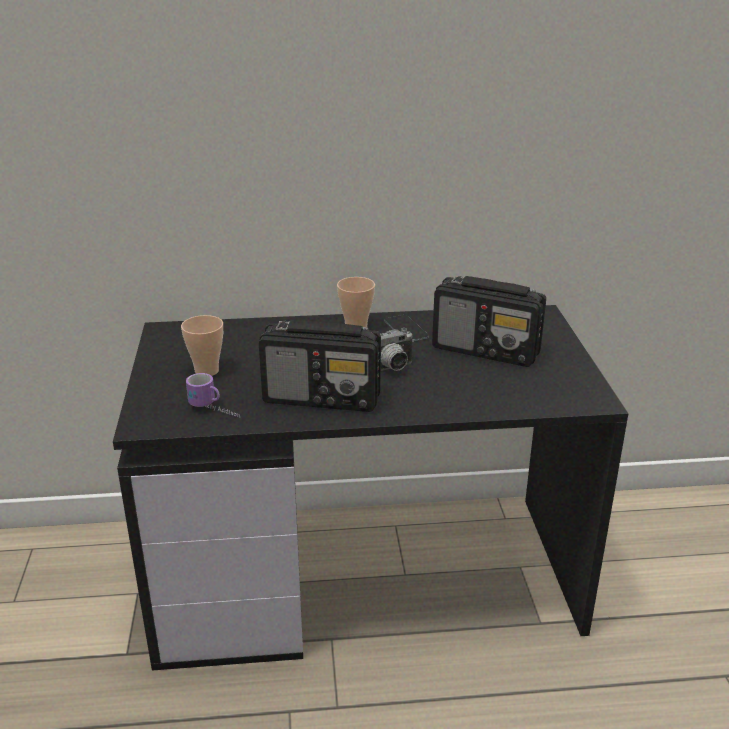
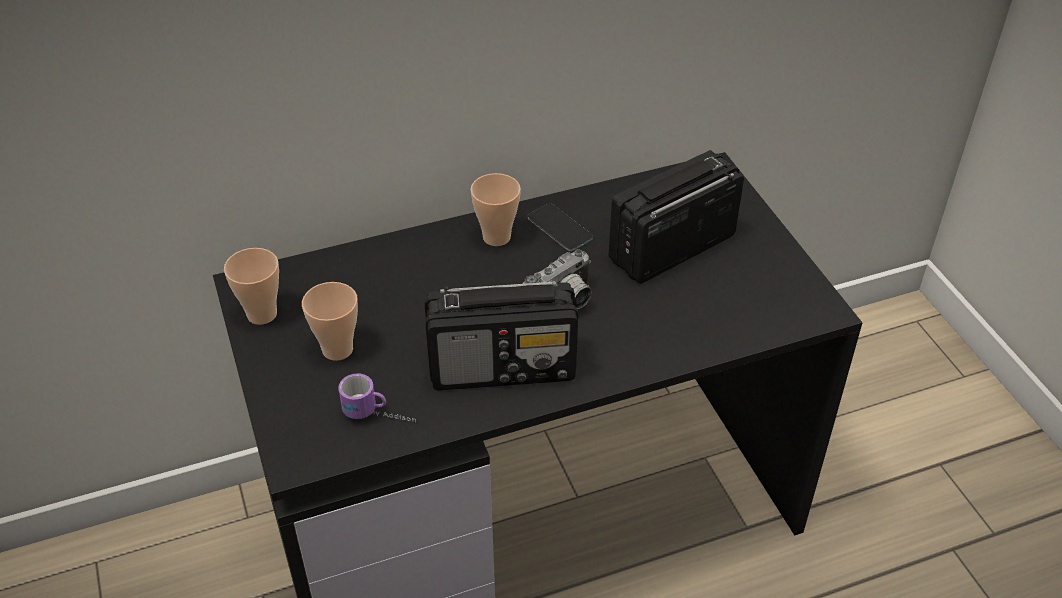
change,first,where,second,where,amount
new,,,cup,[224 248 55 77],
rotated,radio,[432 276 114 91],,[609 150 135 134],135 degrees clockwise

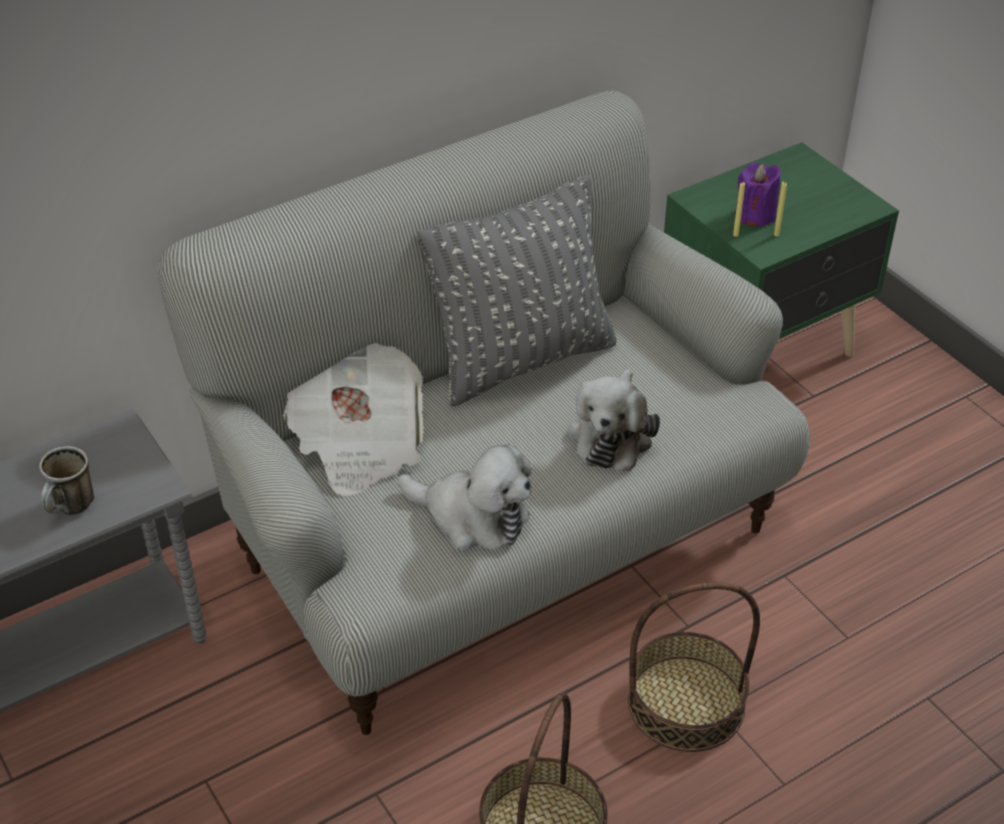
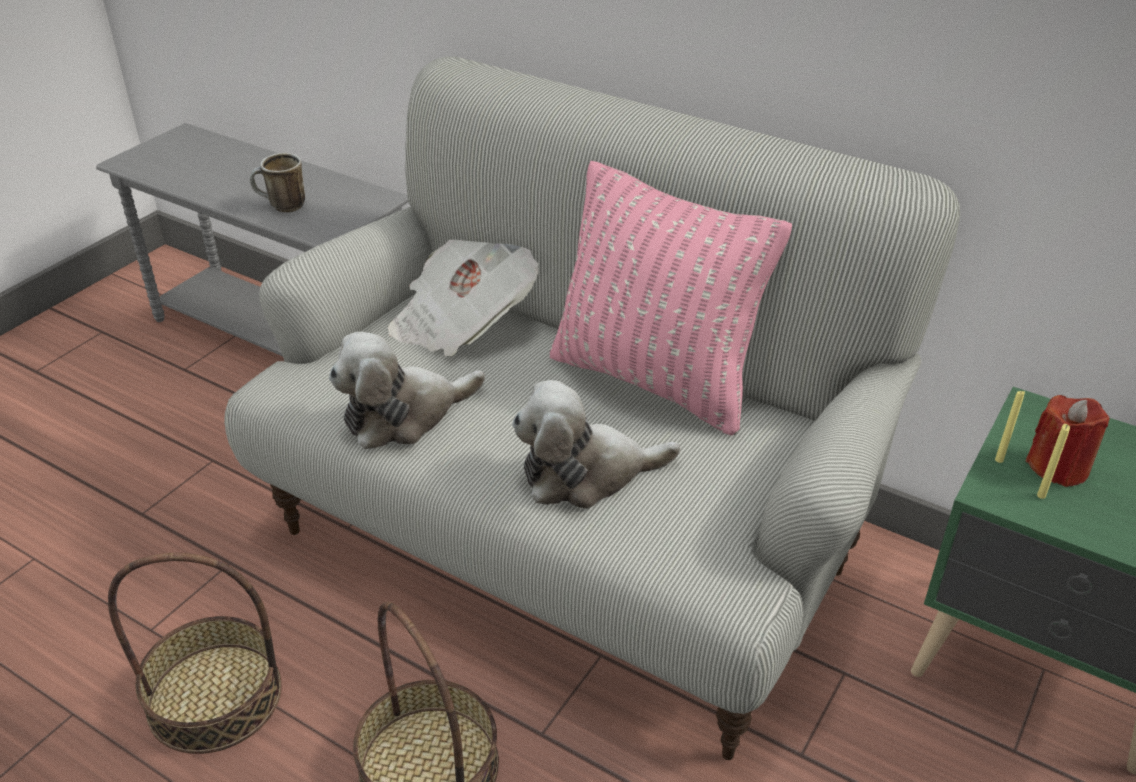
change,first,where,second,where,amount
repainted,pillow (grey),[417 175 200 232],pillow (pink),[550 161 242 274],
repainted,candle (purple),[735 163 46 64],candle (red),[1026 395 84 92],
rotated,plush toy,[398 444 134 107],,[329 332 156 117],60 degrees clockwise

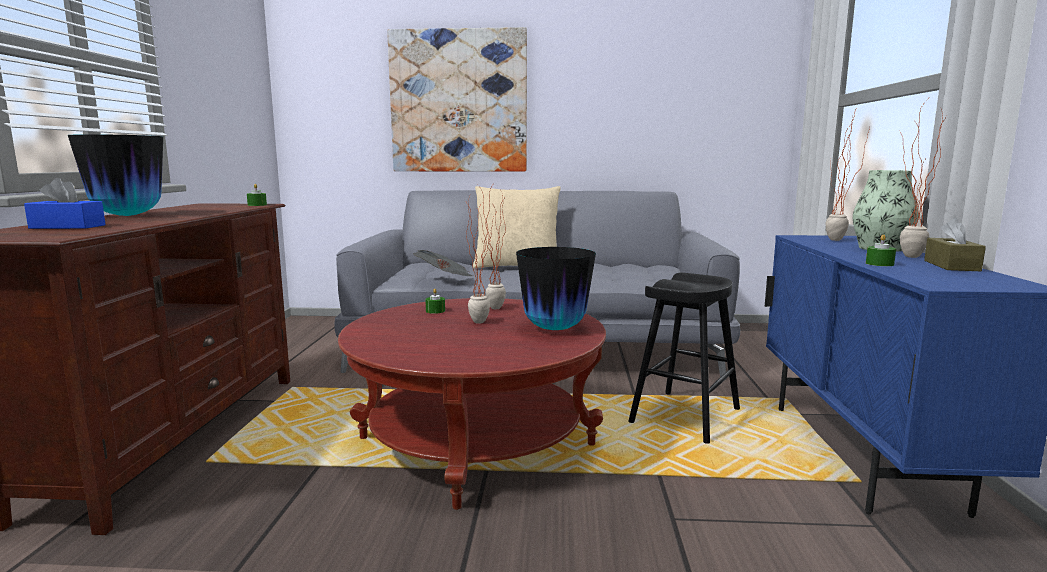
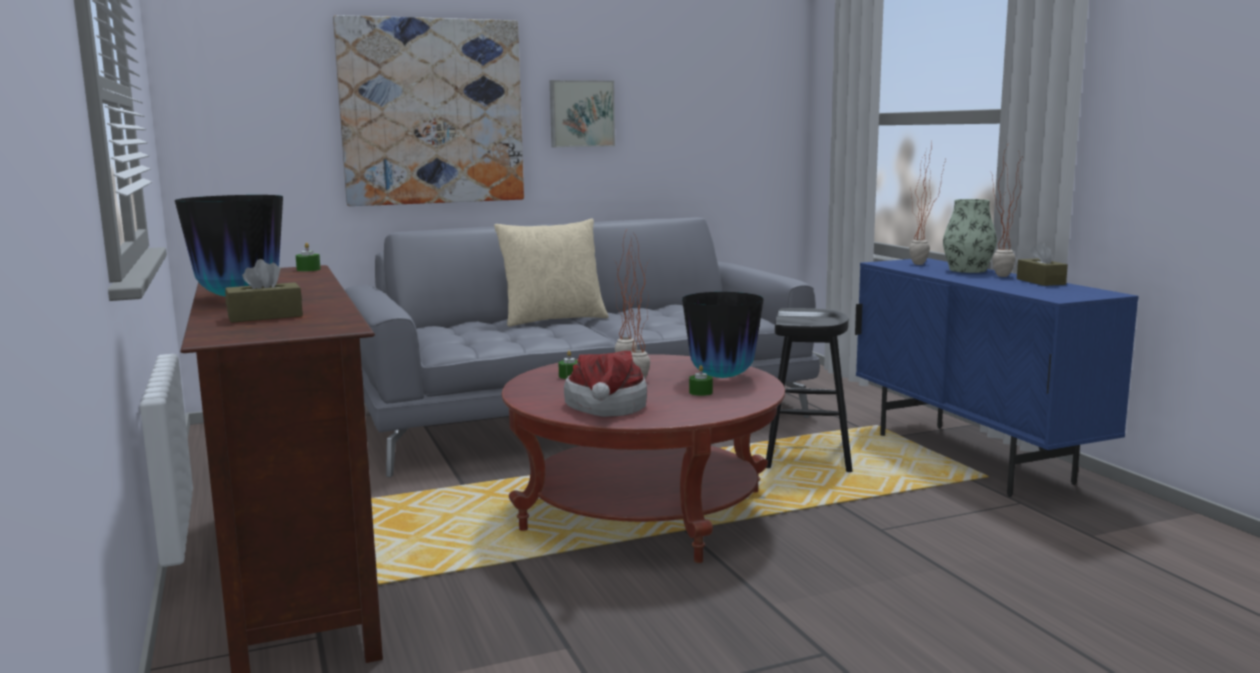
change,first,where,second,where,amount
gone,newspaper,[413 250 60 26],,,
new,,,picture,[550 80 65 68],
new,,,hat,[564 351 83 66],
shifted,candle (green),[866 234 30 32],,[689 365 24 31],
repainted,tissue box (blue),[24 178 82 51],tissue box (brown),[225 259 78 64],

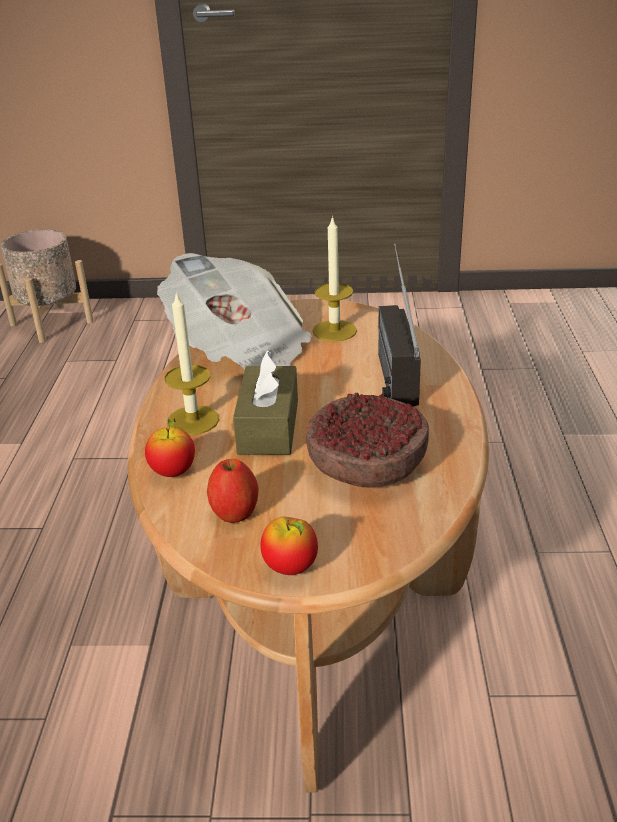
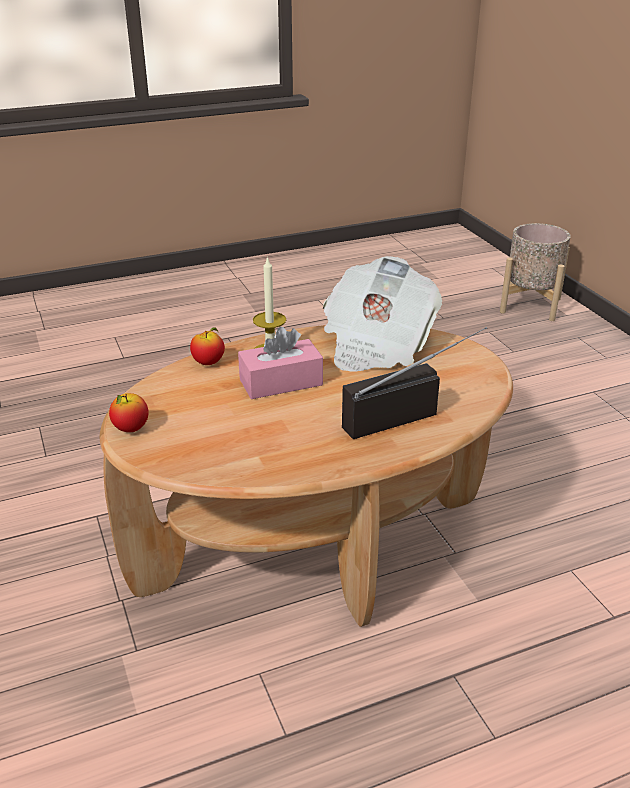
change,first,where,second,where,amount
gone,apple,[207 459 52 64],,,
gone,bowl,[306 393 123 94],,,
gone,candle,[313 216 44 126],,,
repainted,tissue box (brown),[233 350 65 105],tissue box (pink),[238 327 85 72],

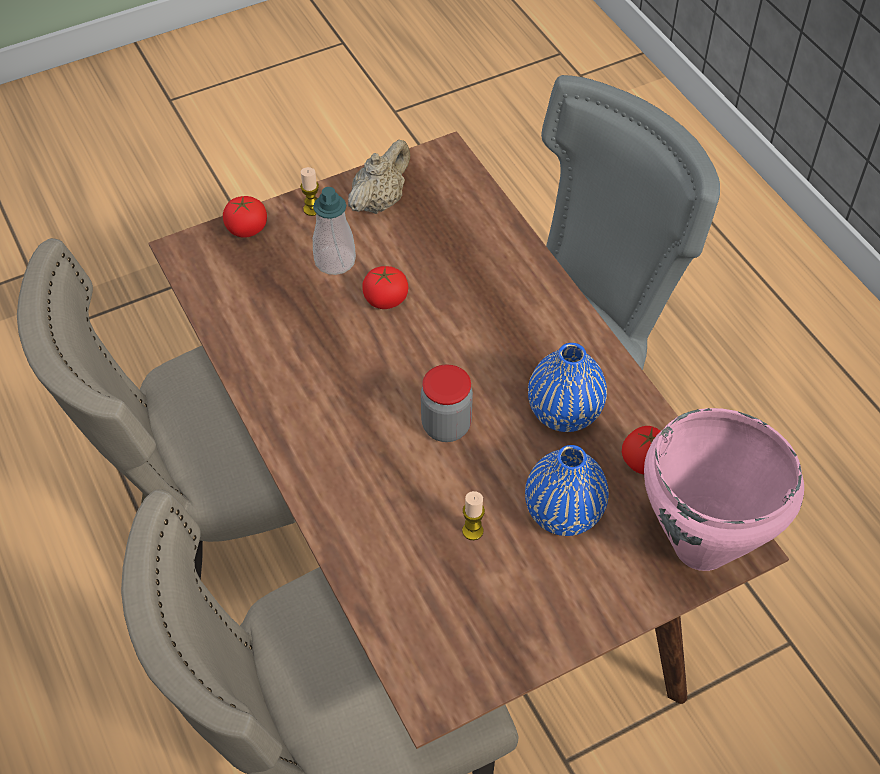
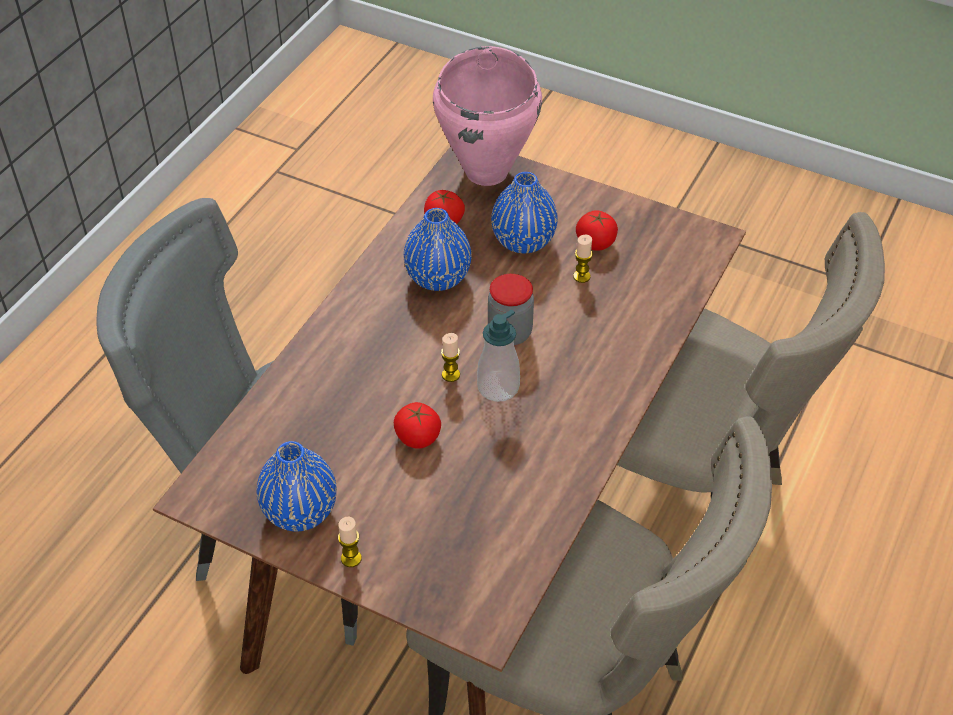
change,first,where,second,where,amount
new,,,candle,[441 333 19 49],
shifted,tomato,[223 196 44 42],,[576 210 42 41],
shifted,soap dispenser,[313 187 43 88],,[477 309 43 93],
swapped,teapot (beige),[348 140 62 74],vase (blue),[257 441 80 90],

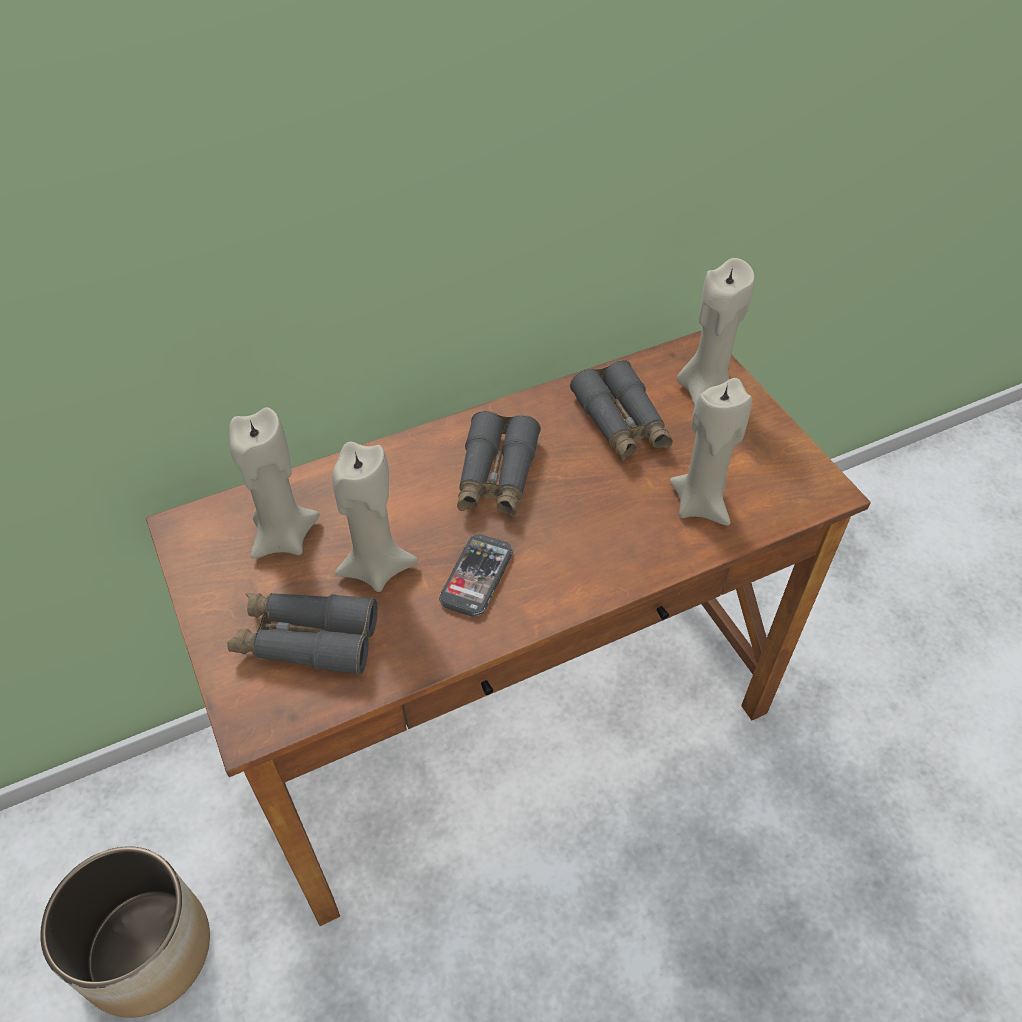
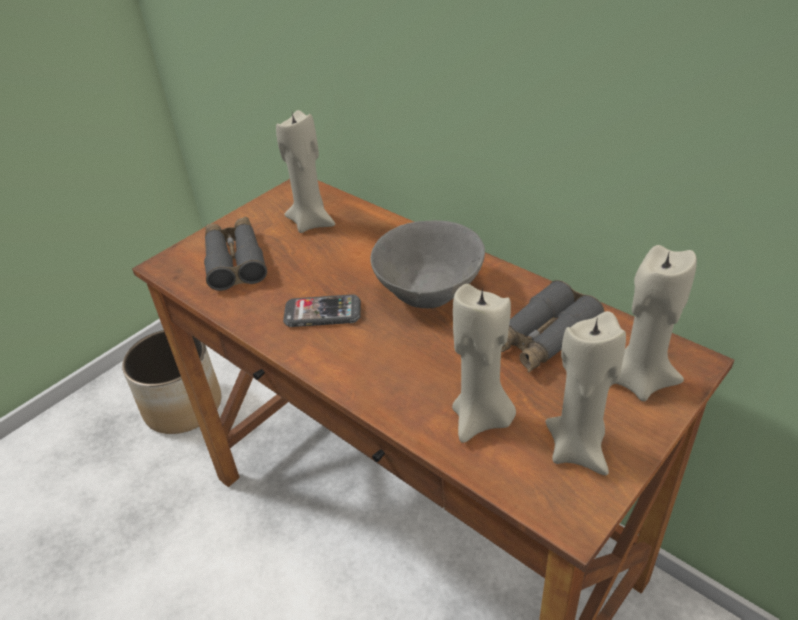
change,first,where,second,where,amount
shifted,candle (beige),[332 442 86 150],,[545 311 81 164],
swapped,binoculars (grey),[457 411 84 106],bowl (grey),[371 220 114 88],

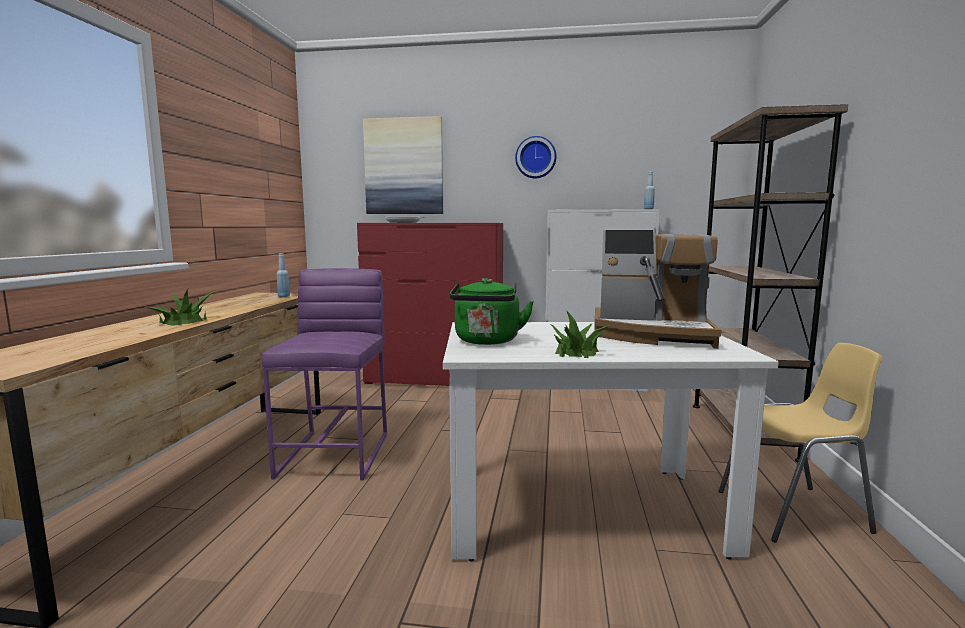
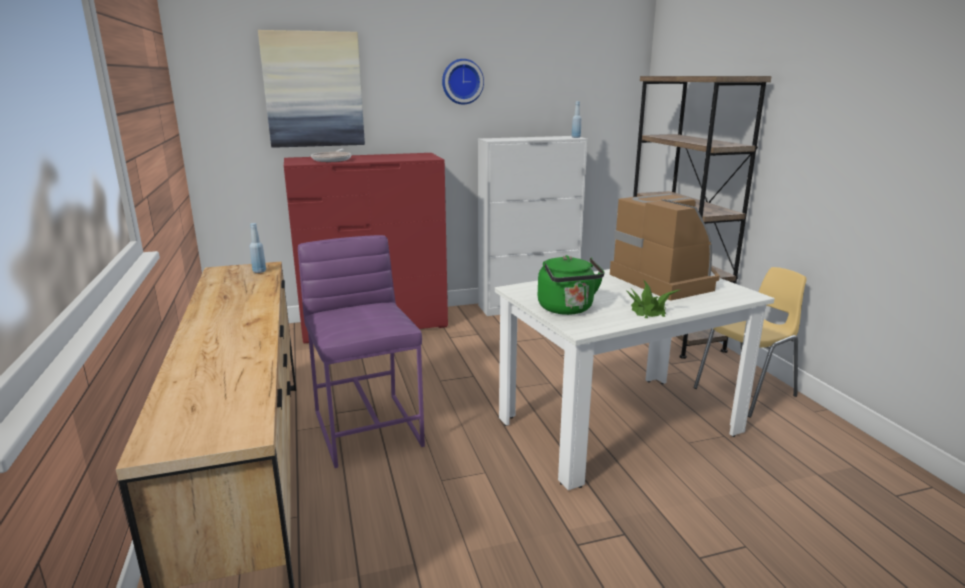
change,first,where,second,where,amount
gone,potted plant,[144 289 69 37],,,
rotated,coffee machine,[594 230 127 119],,[610 193 110 108],105 degrees counterclockwise

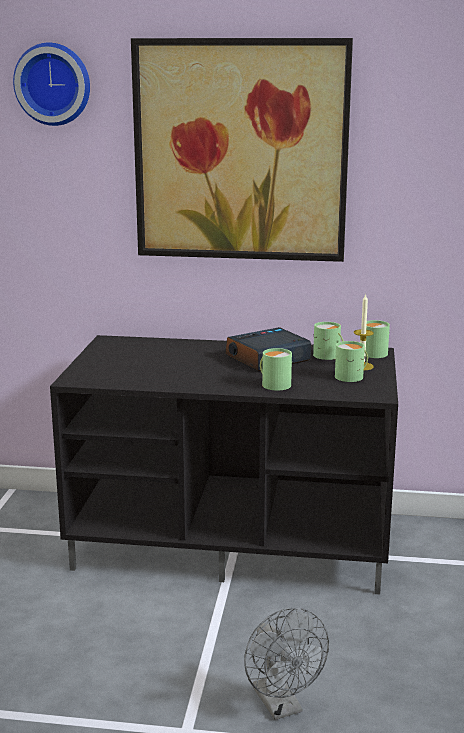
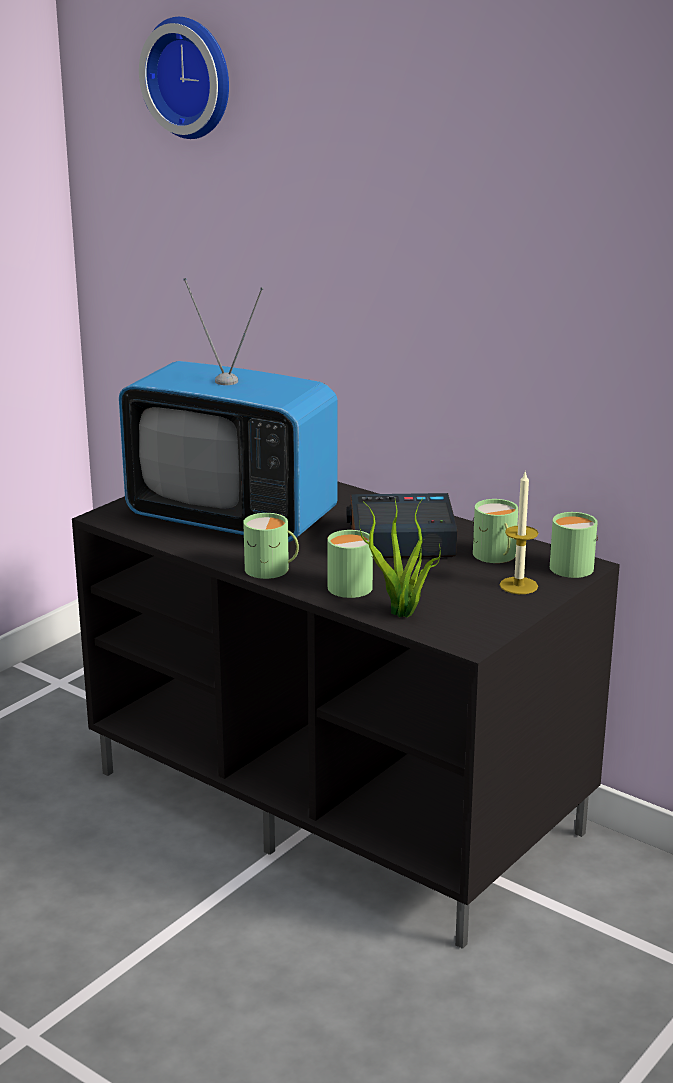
change,first,where,second,where,amount
gone,picture,[131 38 222 224],,,
gone,fan (grey),[244 608 85 112],,,
new,,,television,[119 278 219 264],
new,,,potted plant,[360 498 81 119],
shifted,mug (green),[335 341 33 41],,[243 513 56 66],

